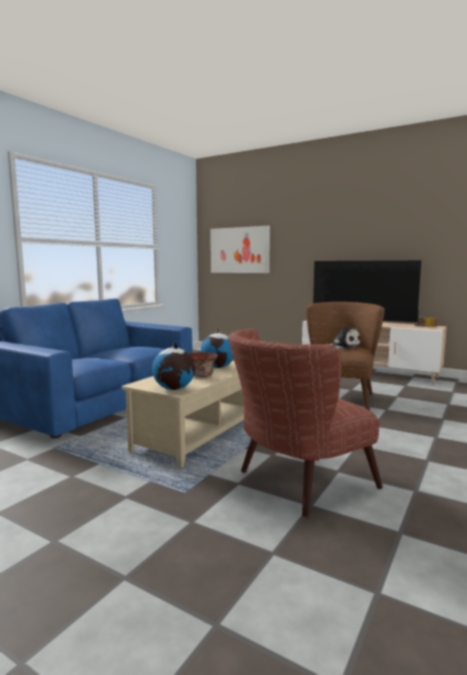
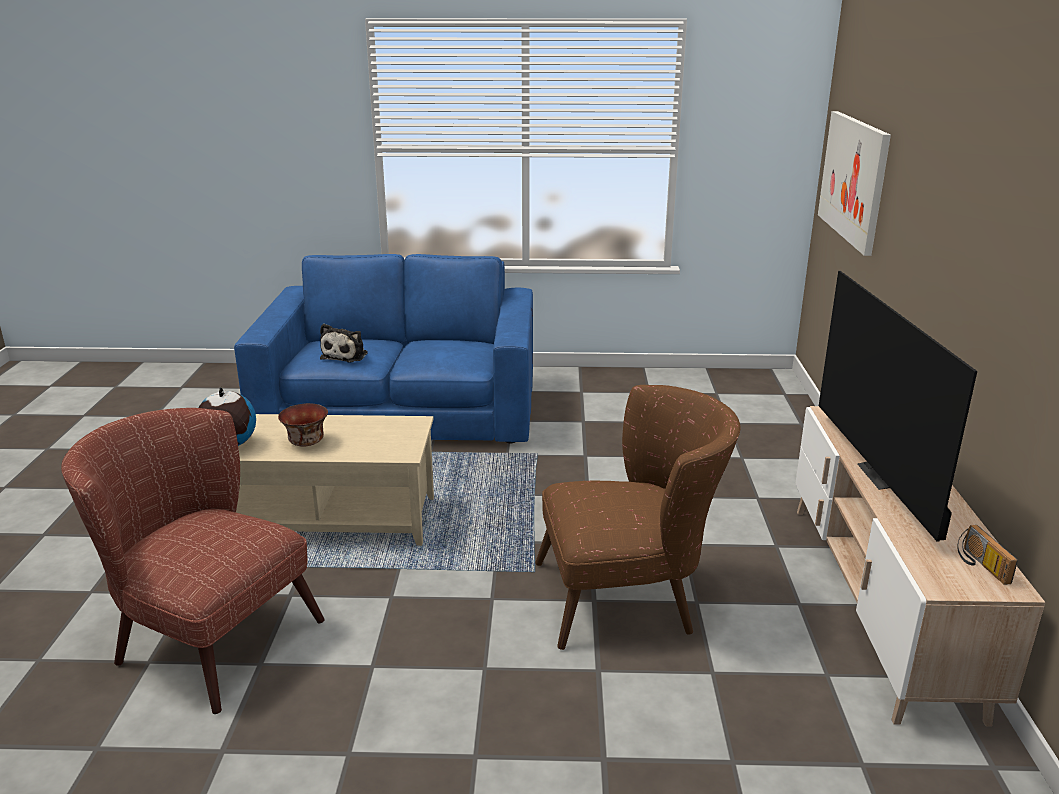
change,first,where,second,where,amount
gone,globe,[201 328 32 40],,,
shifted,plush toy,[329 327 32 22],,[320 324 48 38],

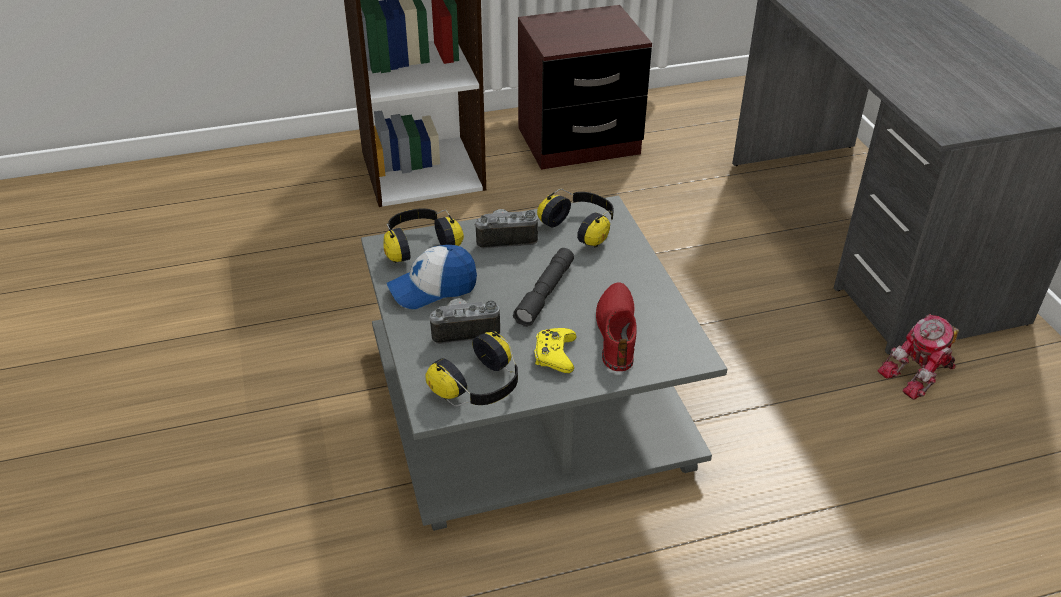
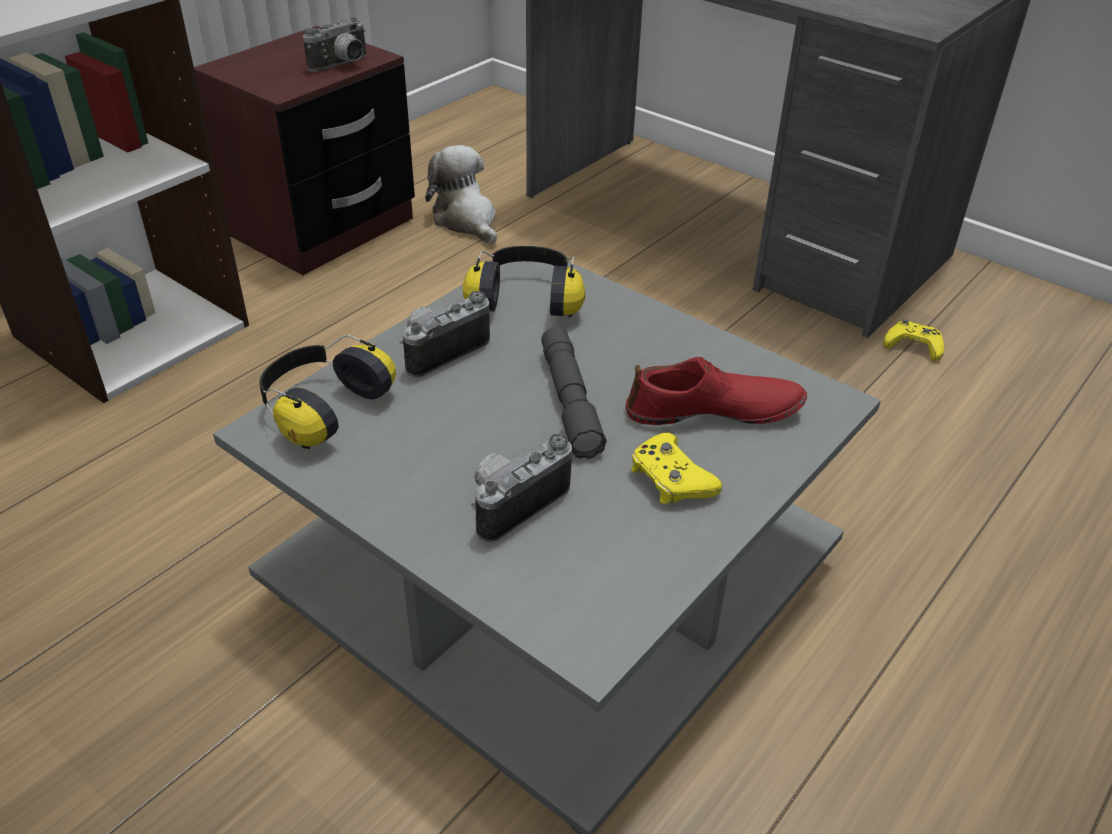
change,first,where,second,where,amount
gone,cap,[387 245 90 64],,,
gone,headphones,[426 330 92 76],,,
new,,,photo camera,[303 17 64 55],
new,,,plush toy,[425 145 72 99],
swapped,toy robot,[878 314 81 86],game controller (yellow),[883 319 61 42],
rotated,shoe (red),[596 282 41 89],,[625 357 182 68],120 degrees clockwise

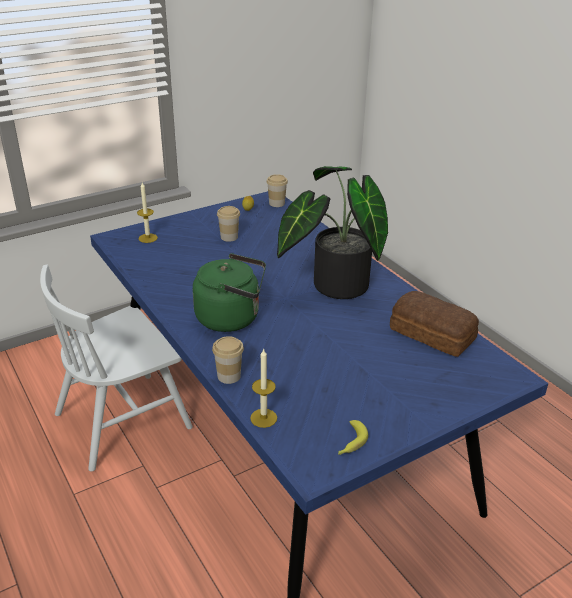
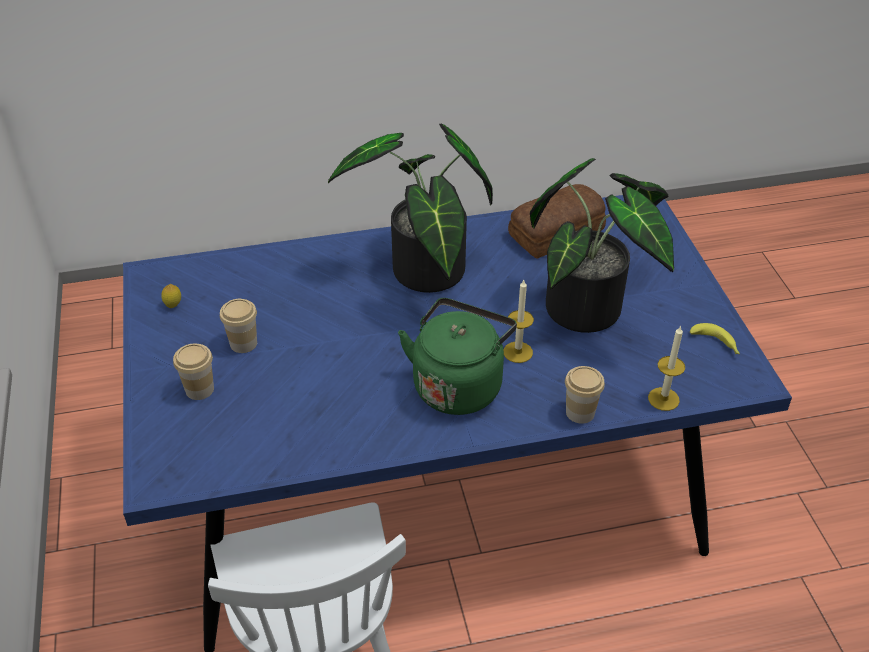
change,first,where,second,where,amount
new,,,potted plant,[530 158 144 175],
shifted,candle,[137 182 21 61],,[504 280 30 83],
shifted,cup,[267 174 21 33],,[173 344 41 56],

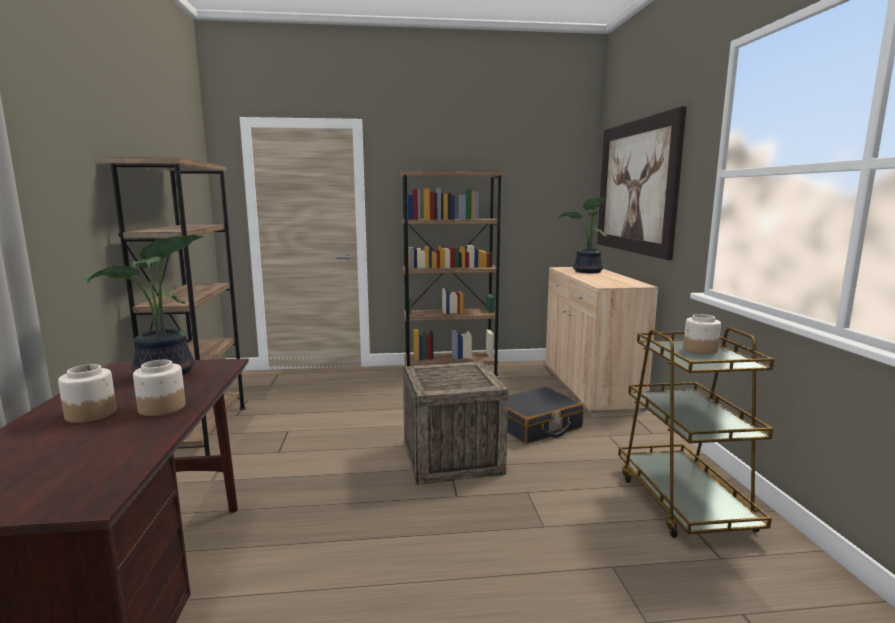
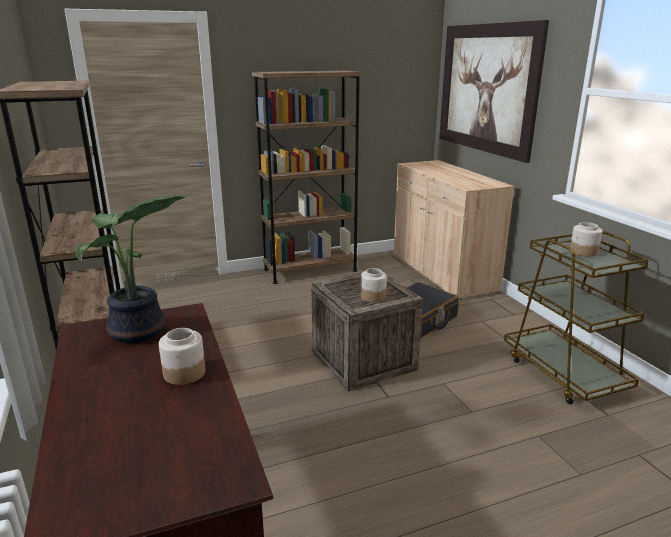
change,first,where,second,where,amount
gone,potted plant,[558 197 51 76],,,
shifted,jar,[58 364 58 59],,[360 268 27 34],

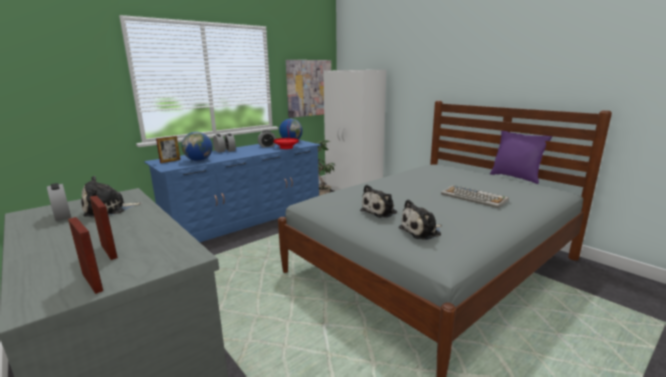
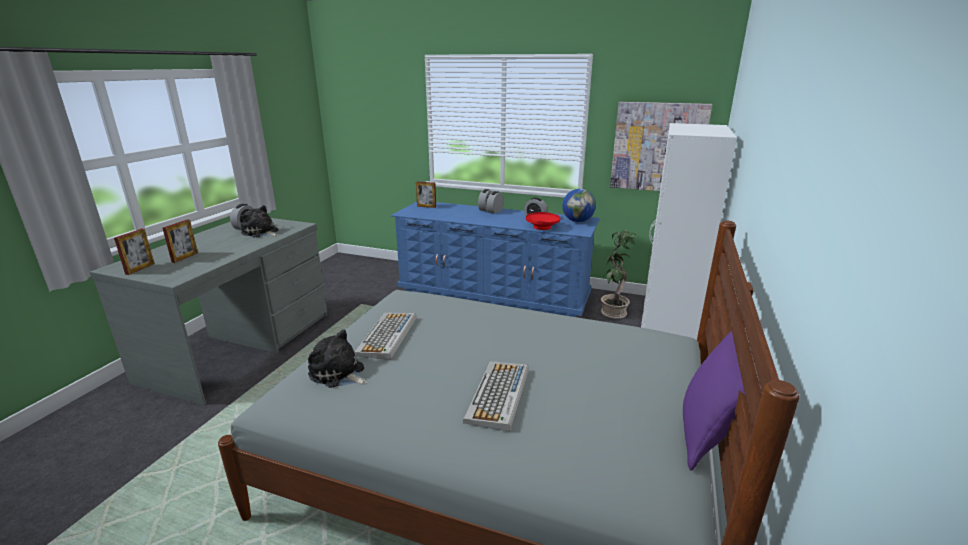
change,first,where,second,where,amount
gone,globe,[181 132 32 29],,,
swapped,plush toy,[360 185 37 33],keyboard,[355 312 62 48],

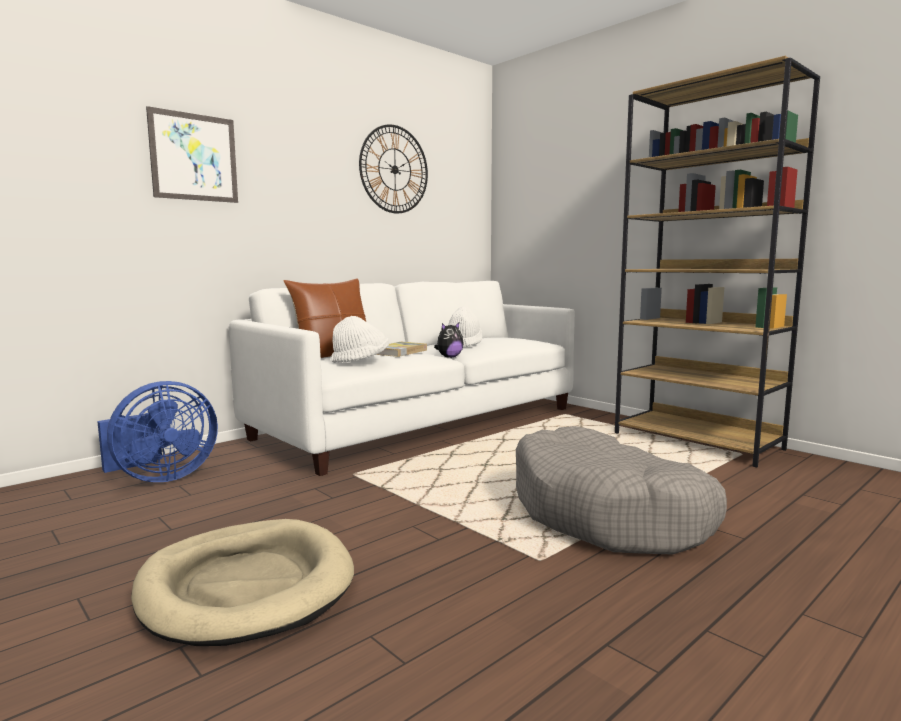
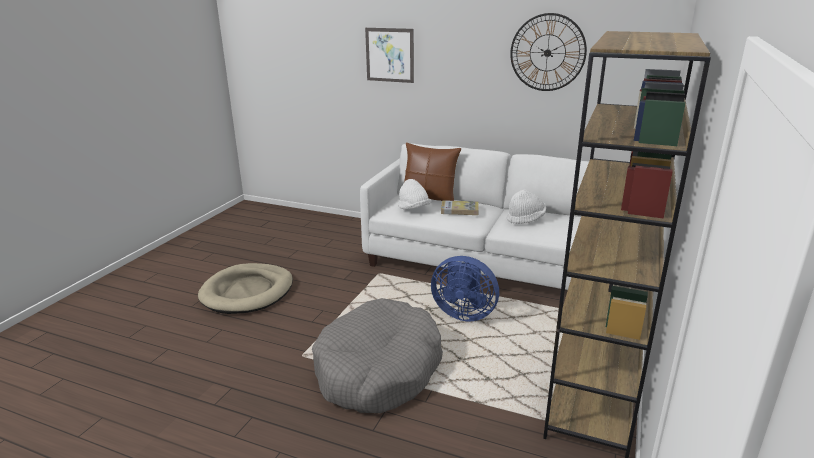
change,first,where,second,where,amount
gone,plush toy,[434 322 30 36],,,
shifted,fan (blue),[97 381 121 101],,[431 256 68 65],

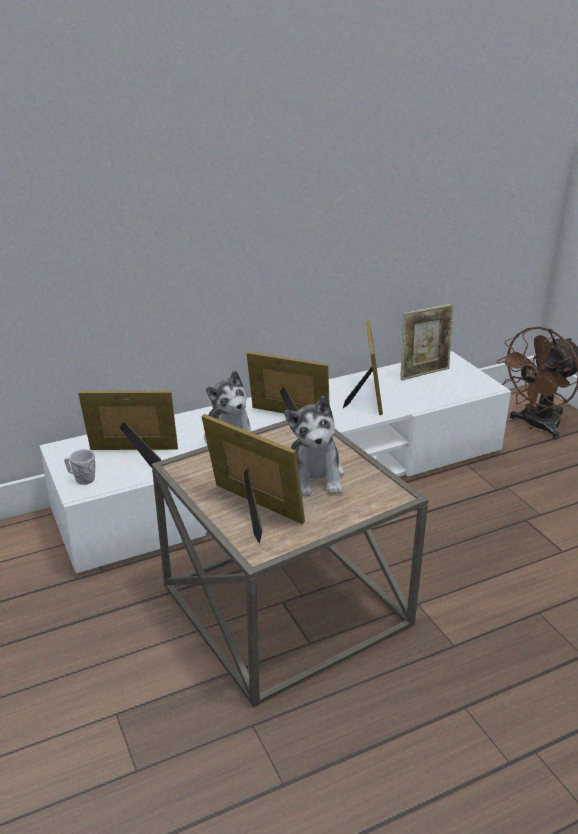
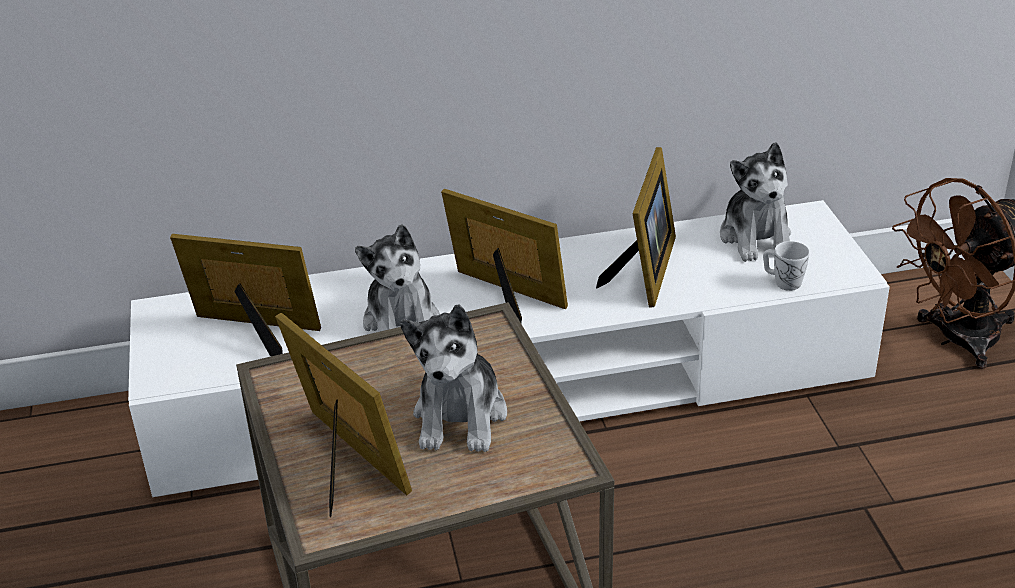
change,first,where,second,where,amount
shifted,mug (white),[64 449 31 36],,[763 241 46 50],
swapped,picture frame,[400 304 54 76],plush toy,[720 142 71 120],

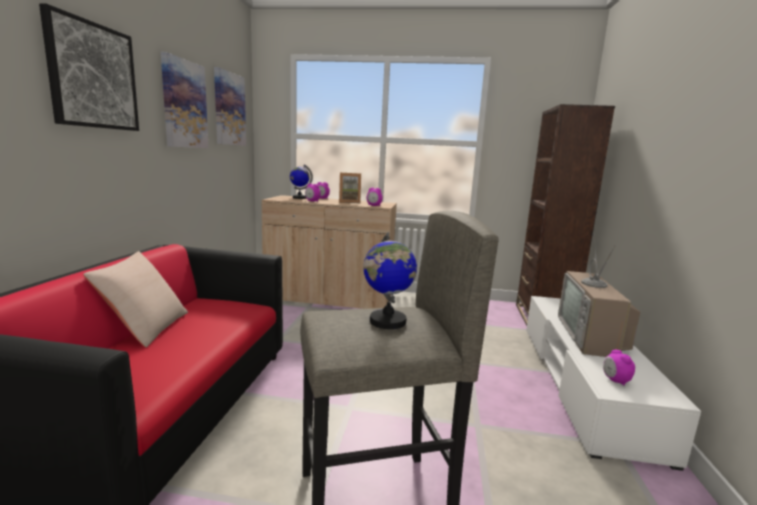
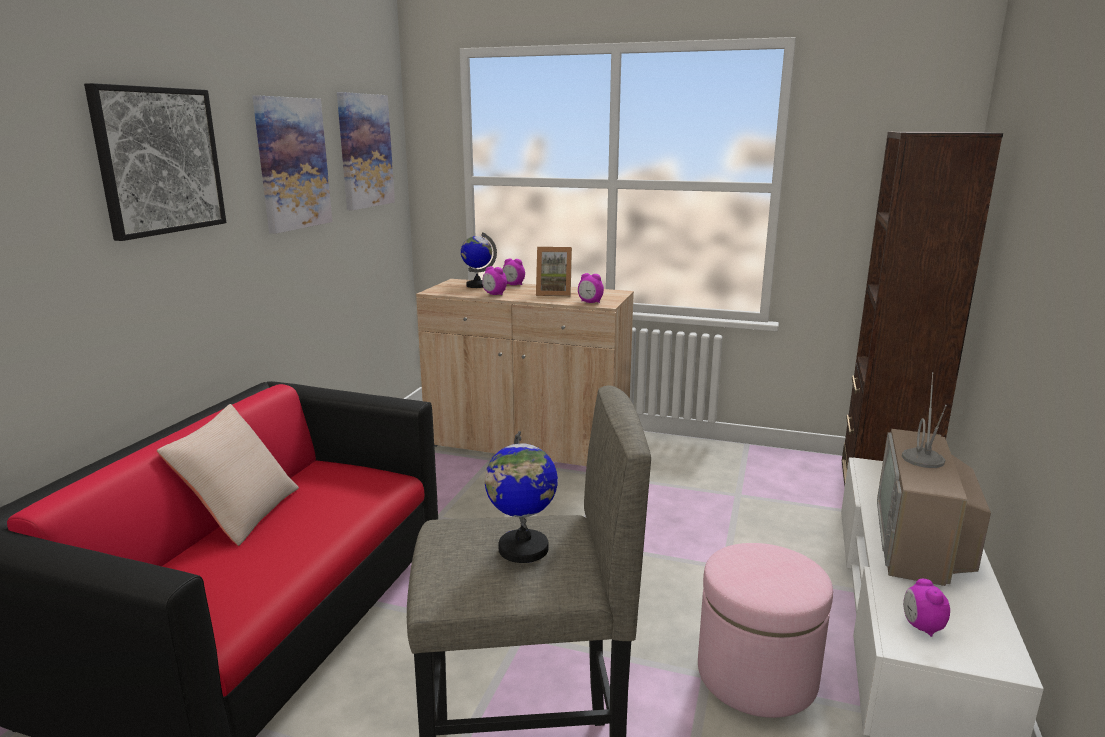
change,first,where,second,where,amount
new,,,ottoman (pink),[698 543 135 175],

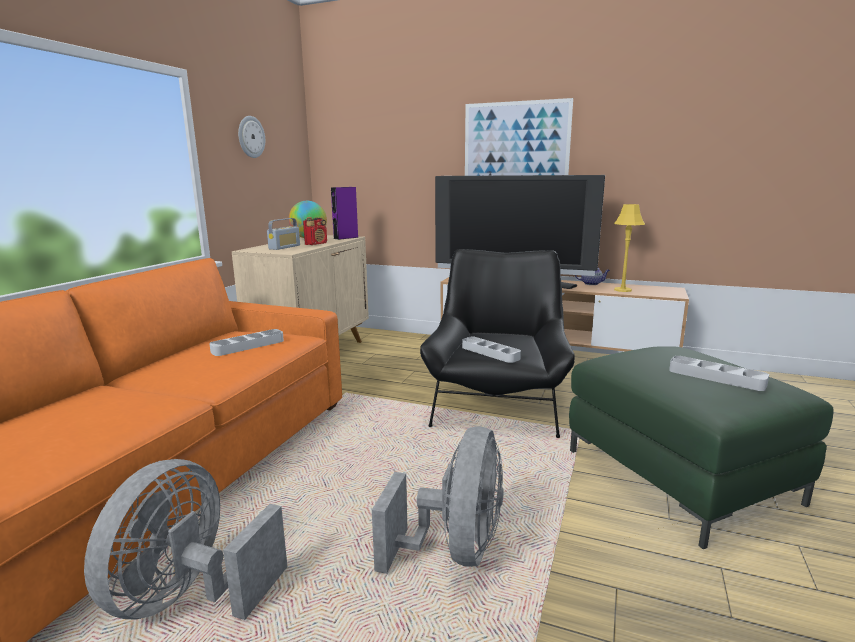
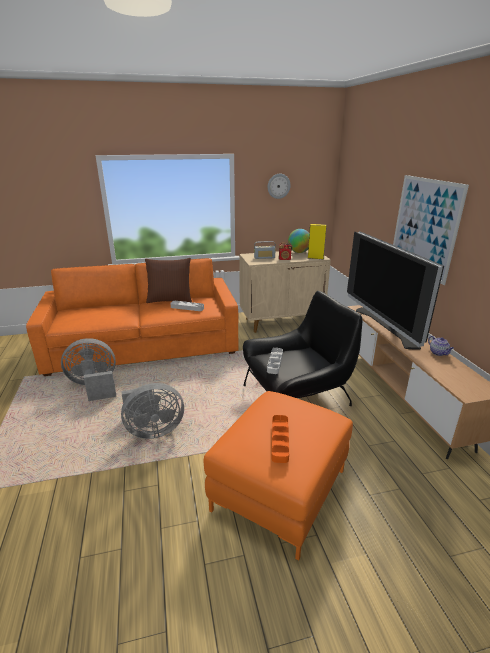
change,first,where,second,where,amount
gone,table lamp (yellow),[614 204 31 88],,,
new,,,pillow (brown),[145 258 47 45],
repainted,speaker (purple),[331 187 28 53],speaker (yellow),[308 224 19 35],
repainted,ottoman (green),[569 346 265 203],ottoman (orange),[204 391 149 170],
repainted,tray (grey),[669 356 100 35],tray (orange),[272 415 17 48],

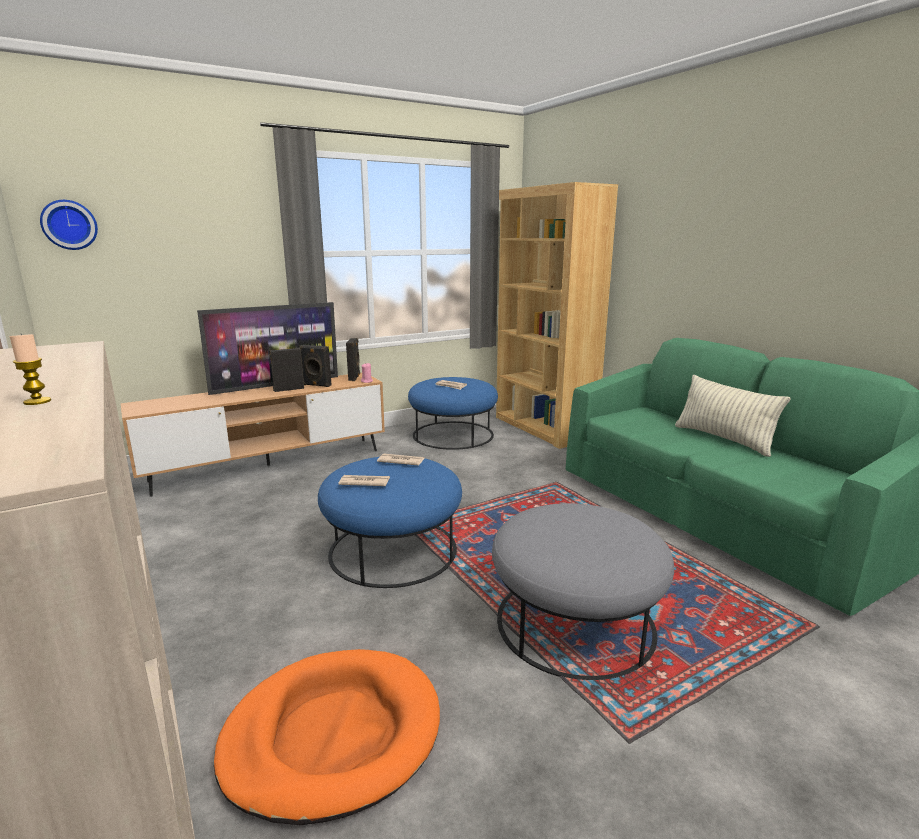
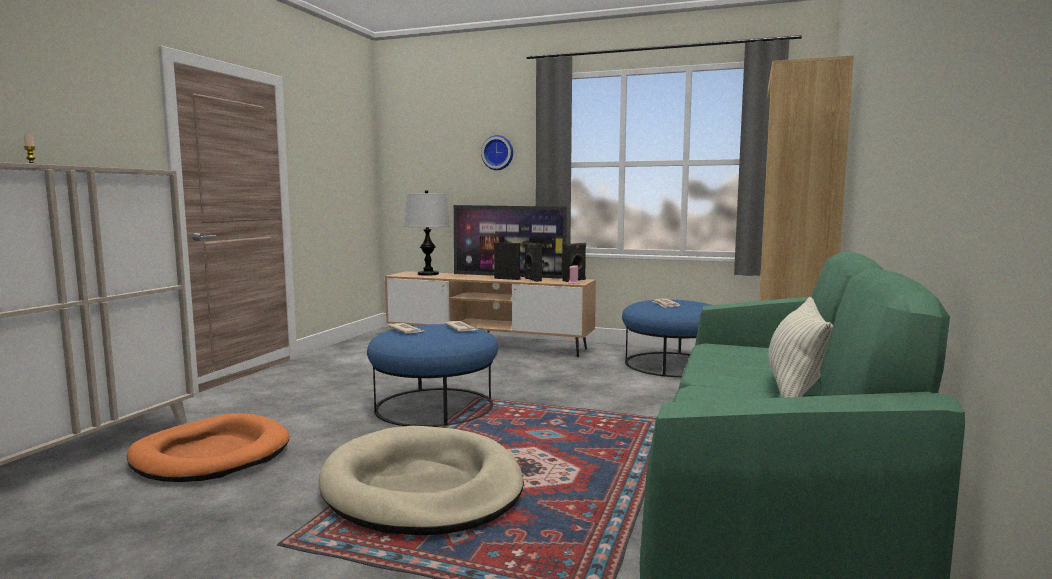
change,first,where,second,where,amount
new,,,table lamp,[405 190 45 86],
shifted,wall clock,[40 200 58 50],,[481 135 32 35],
swapped,ottoman (grey),[492 503 182 177],dog bed (beige),[318 426 206 109],

